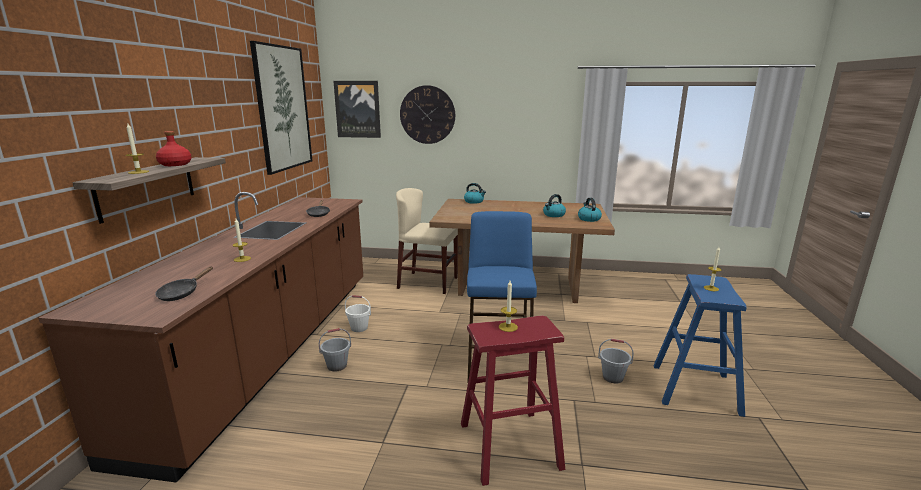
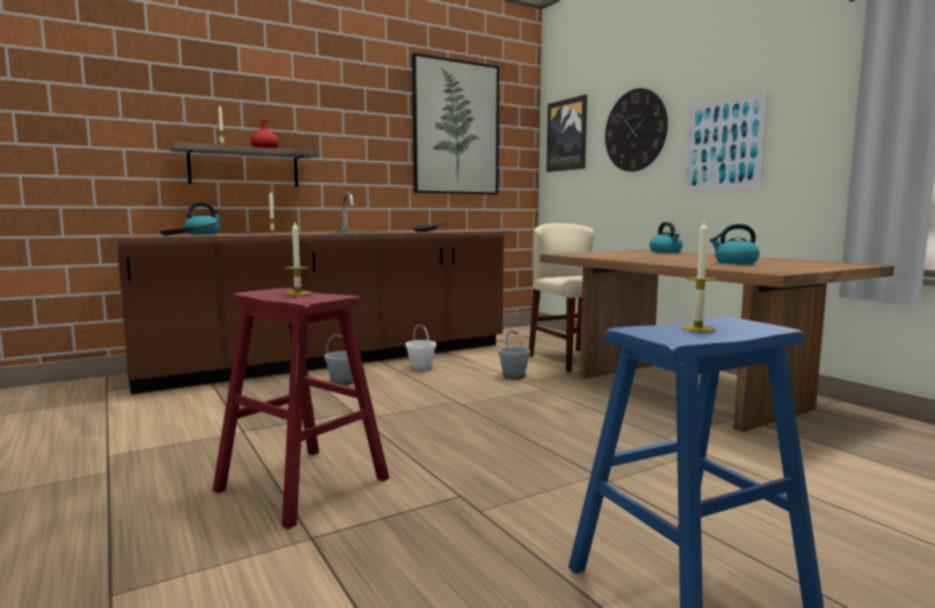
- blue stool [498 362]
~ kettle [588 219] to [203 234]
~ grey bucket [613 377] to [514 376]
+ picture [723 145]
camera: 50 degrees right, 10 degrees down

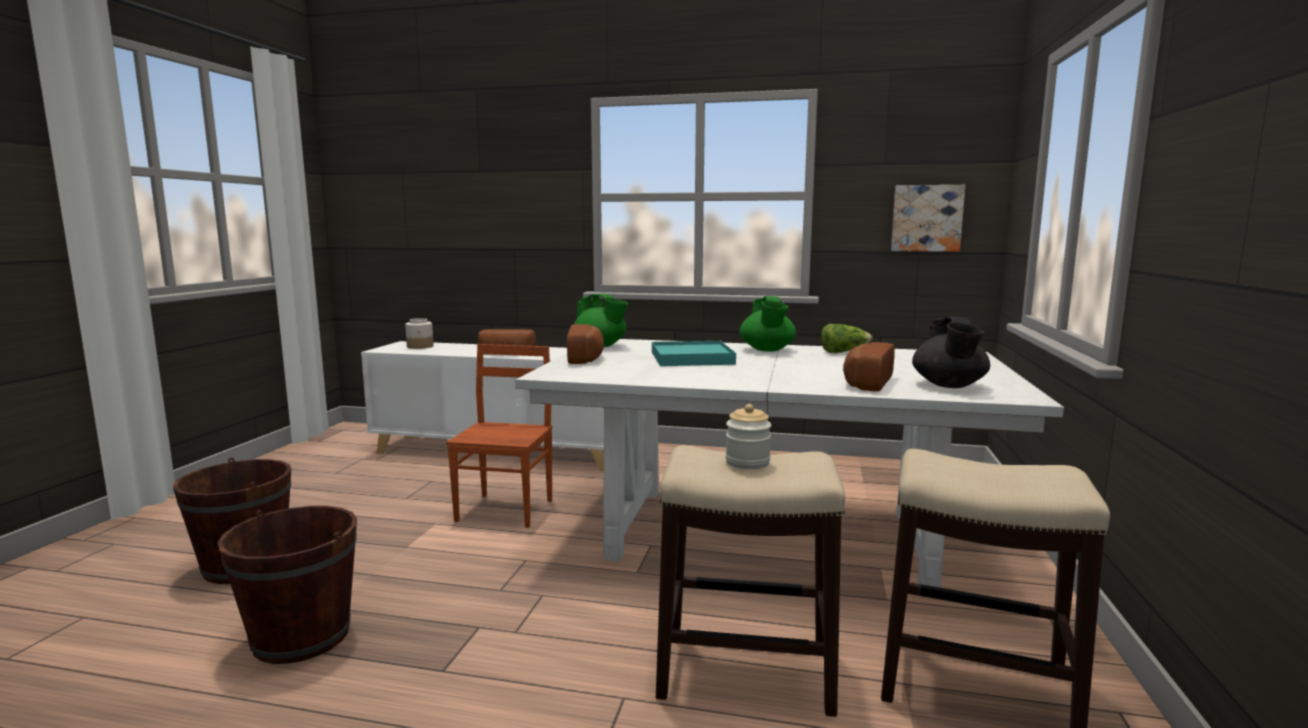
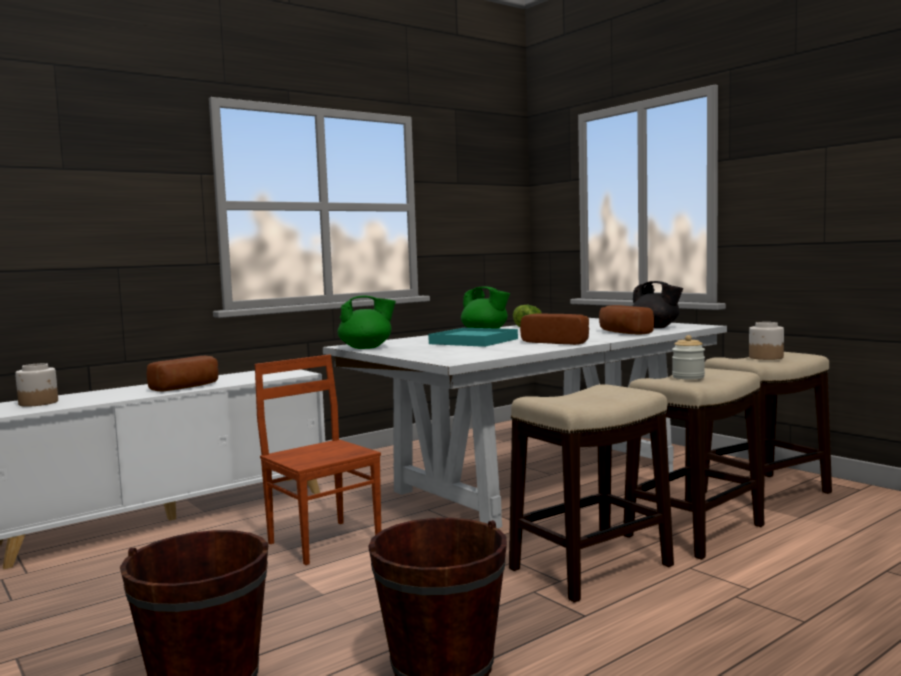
~ bread [586 358] to [557 342]
- picture [926 218]
+ stool [590 567]
+ jar [765 357]
camera: 50 degrees left, 5 degrees down

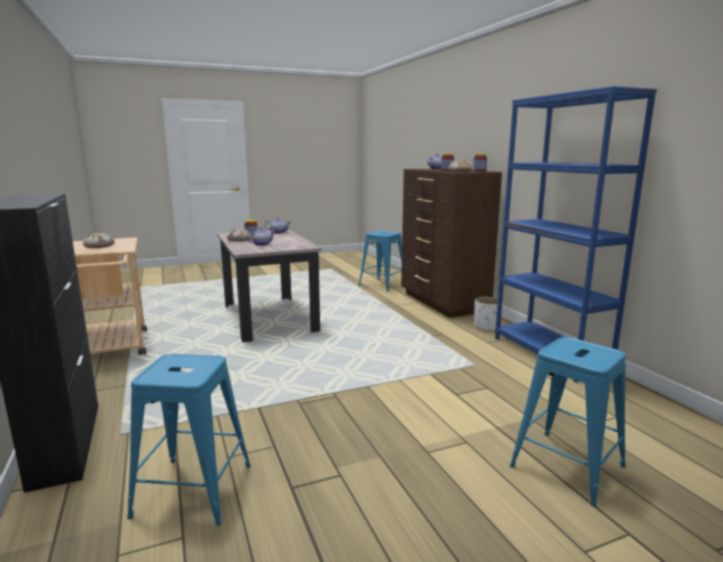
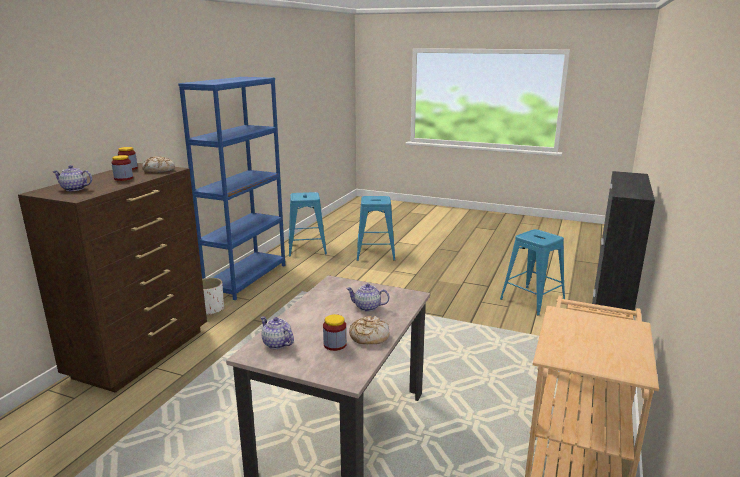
- bread [99 246]
~ blue stool [382 285] to [307 249]
camera: 135 degrees left, 5 degrees up

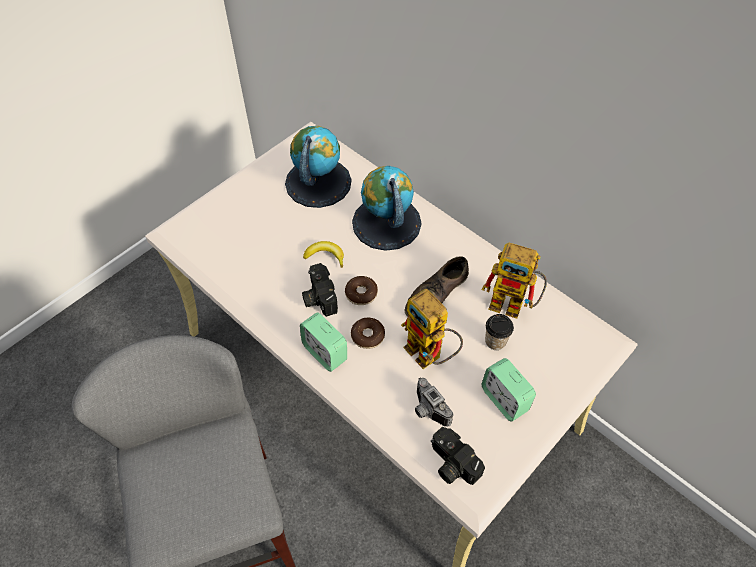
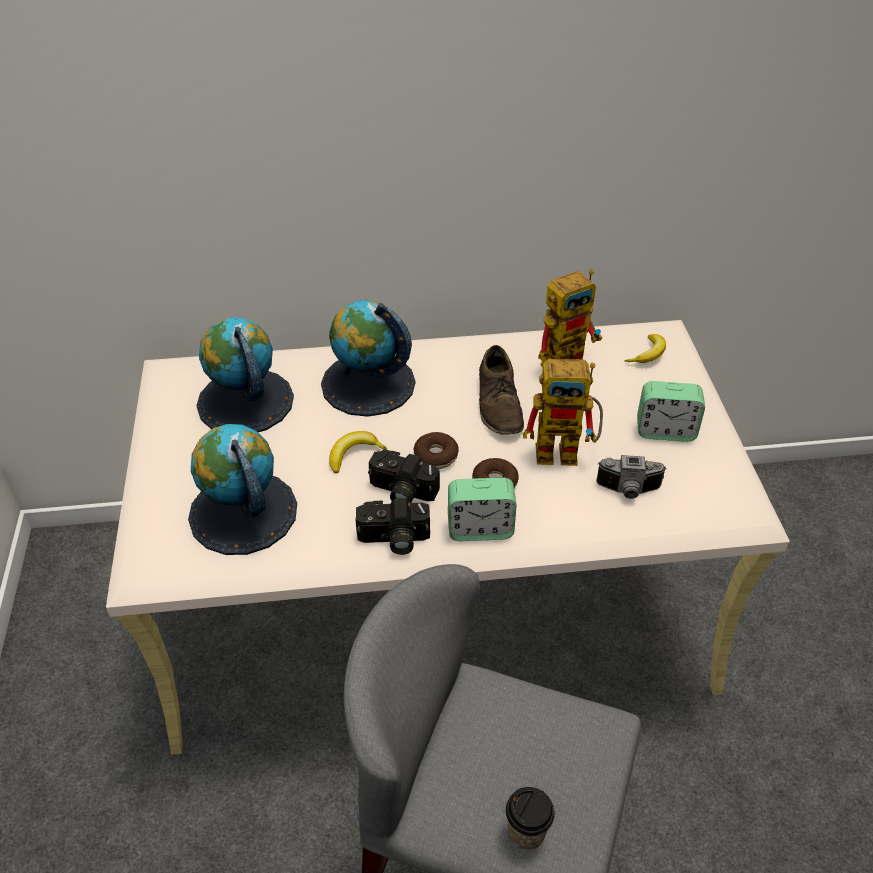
~ photo camera [451 464] to [393 539]
~ cup [495 341] to [526 832]
+ globe [242 512]
+ banana [648 354]
camera: 50 degrees left, 10 degrees down

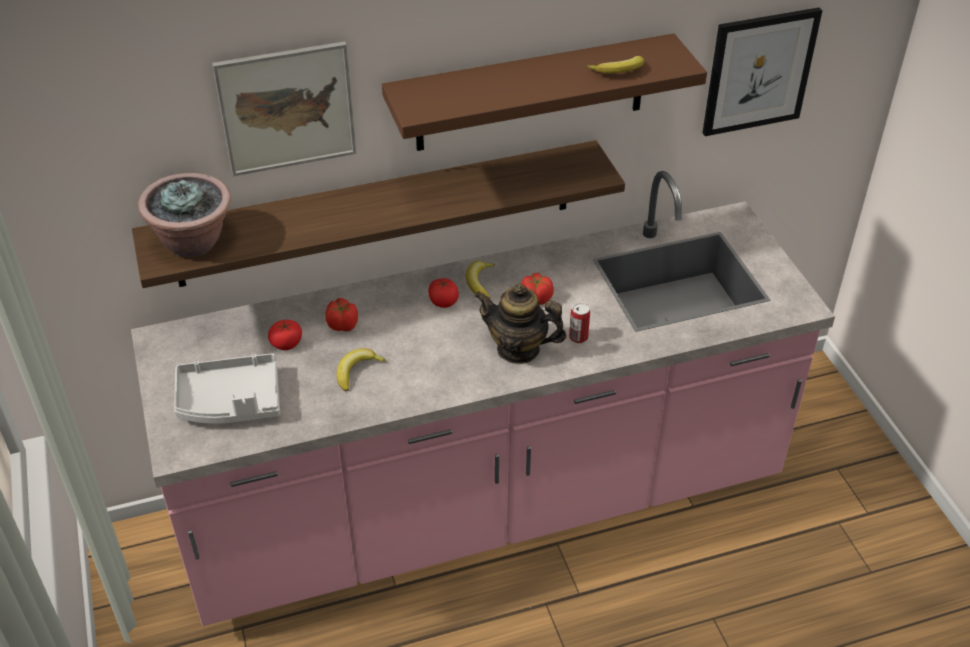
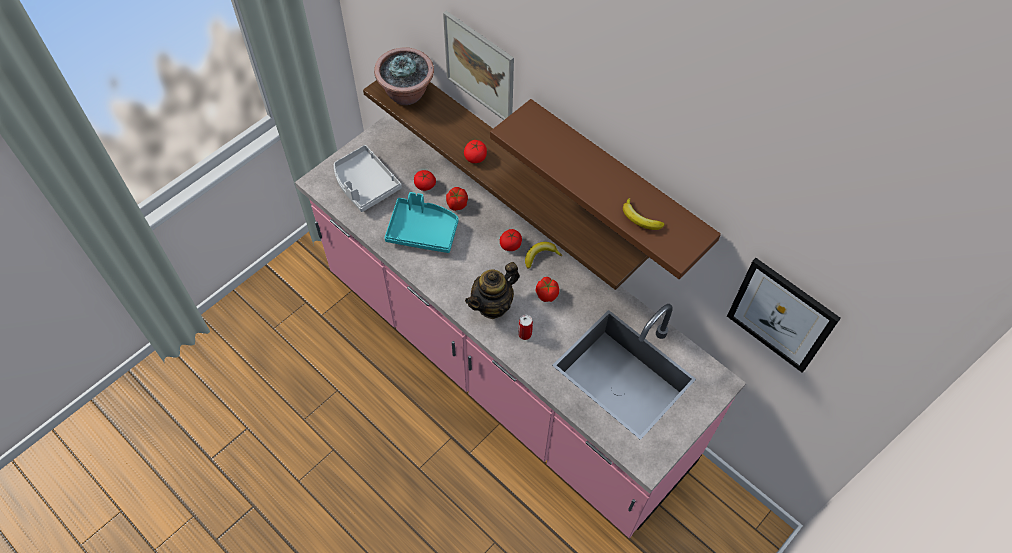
~ banana [357 371] to turquoise tray [423 231]
~ teapot [518 349] = [493 305] 120 degrees counterclockwise
+ tomato [475 157]
camera: 60 degrees right, 15 degrees up

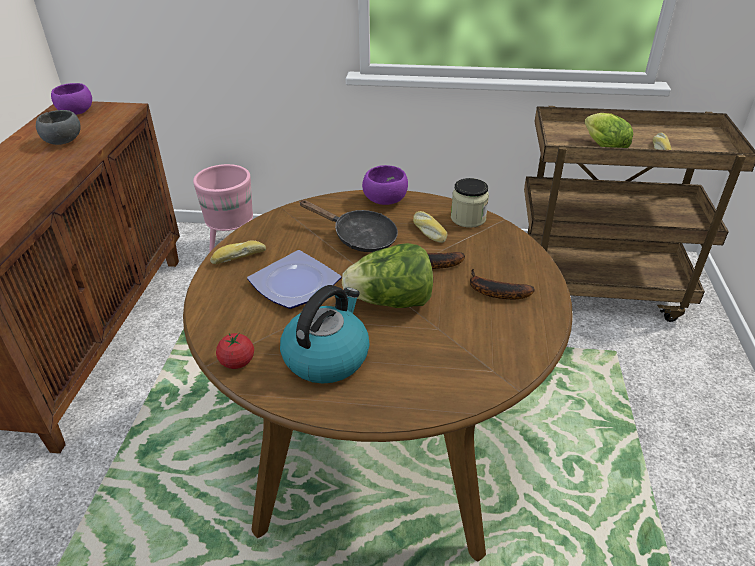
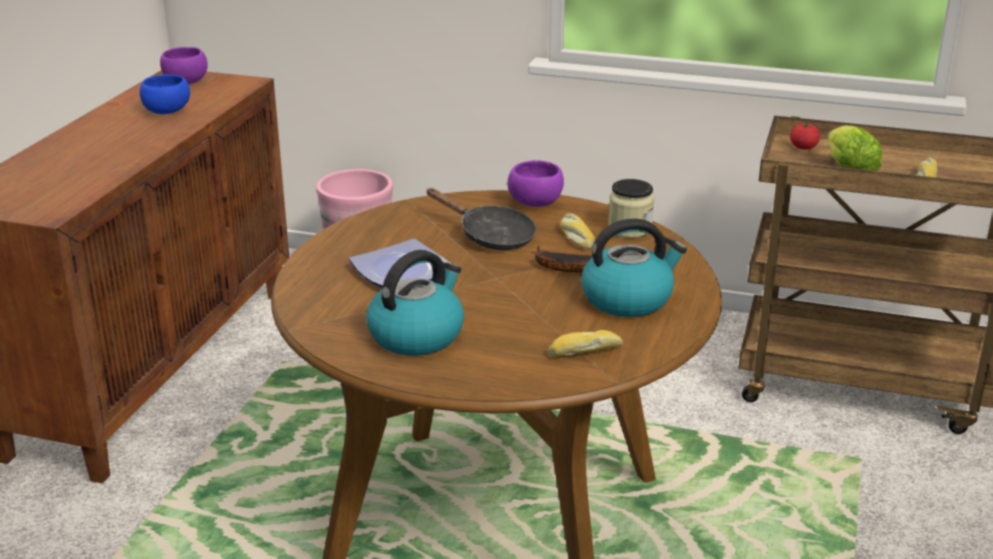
~ grey bowl [64 141] to blue bowl [168 111]
~ bread [238 257] to [584 351]
~ tomato [237 362] to [803 147]
- lettuce [391 302]
~ banana [494 292] to kettle [628 299]
camera: 10 degrees right, 10 degrees down

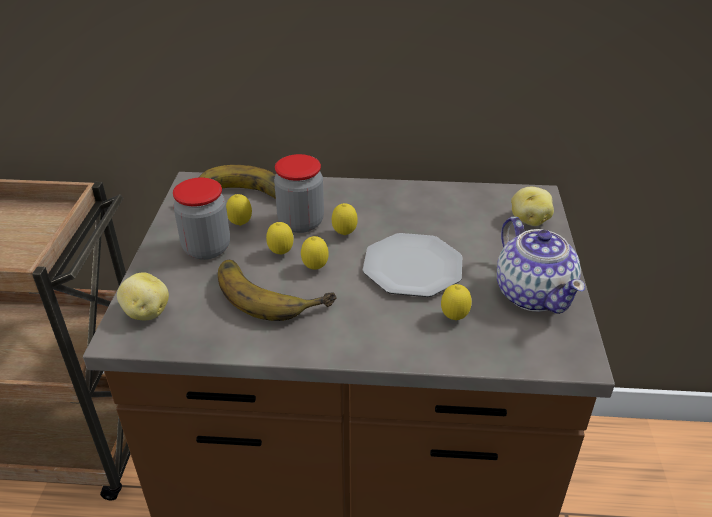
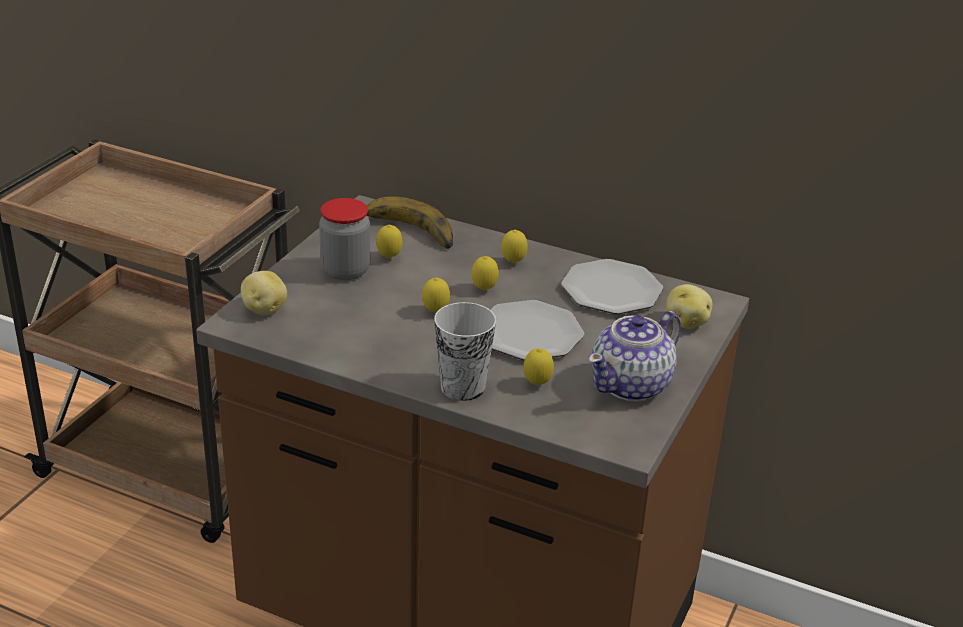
- banana [272 290]
~ lemon [281 253] to [513 262]
- jar [301 222]
~ teapot [533 293] = [632 385] 45 degrees clockwise
+ cup [462 387]
+ plate [611 290]
camera: 20 degrees right, 5 degrees down

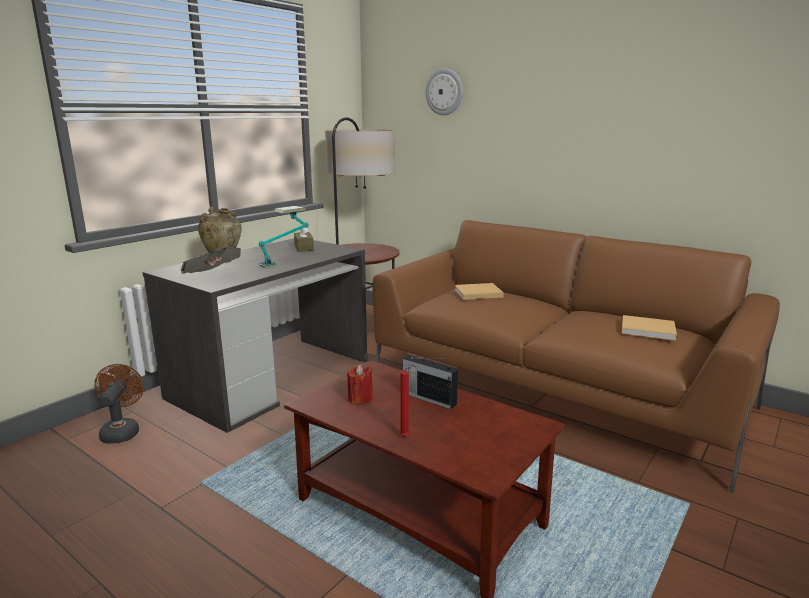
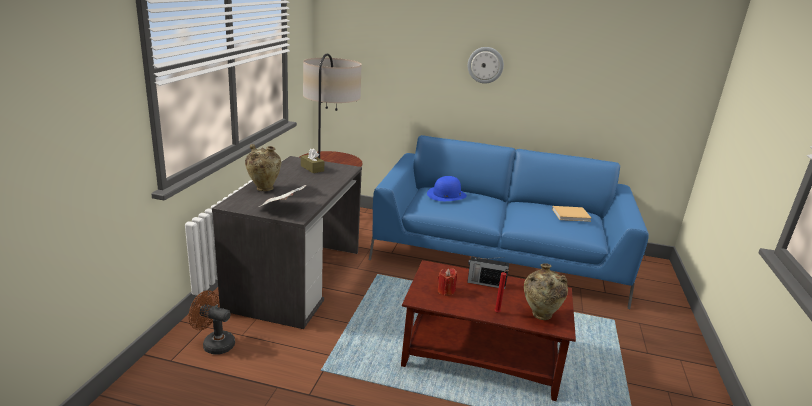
~ brown fan [122 431] = [214 344] 45 degrees counterclockwise
- table lamp [285 262]
~ brown sofa [553 388] to blue sofa [498 256]
~ wall clock [444 92] to [485 65]
~ beige book [477 293] to blue hat [446 195]
+ beige vase [540 316]
camera: 25 degrees left, 5 degrees up

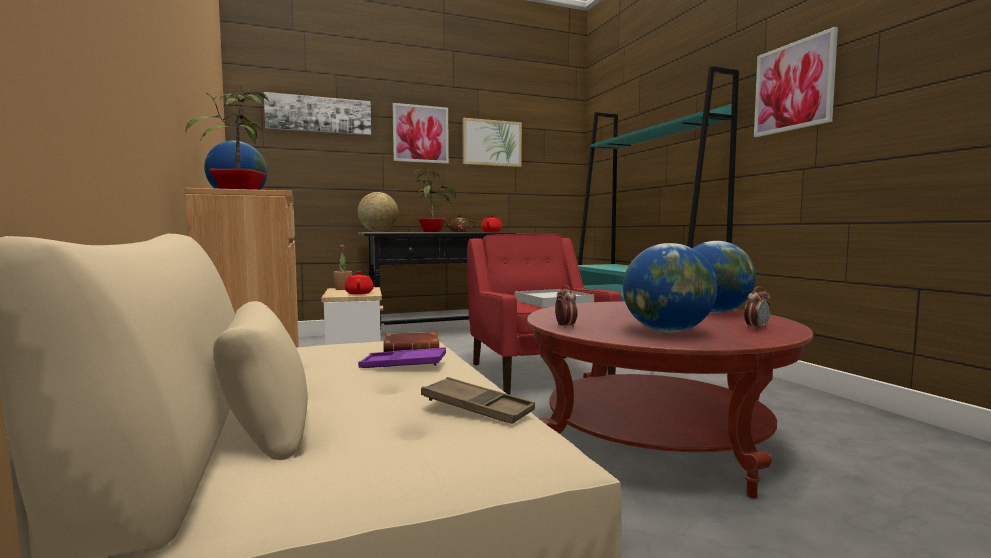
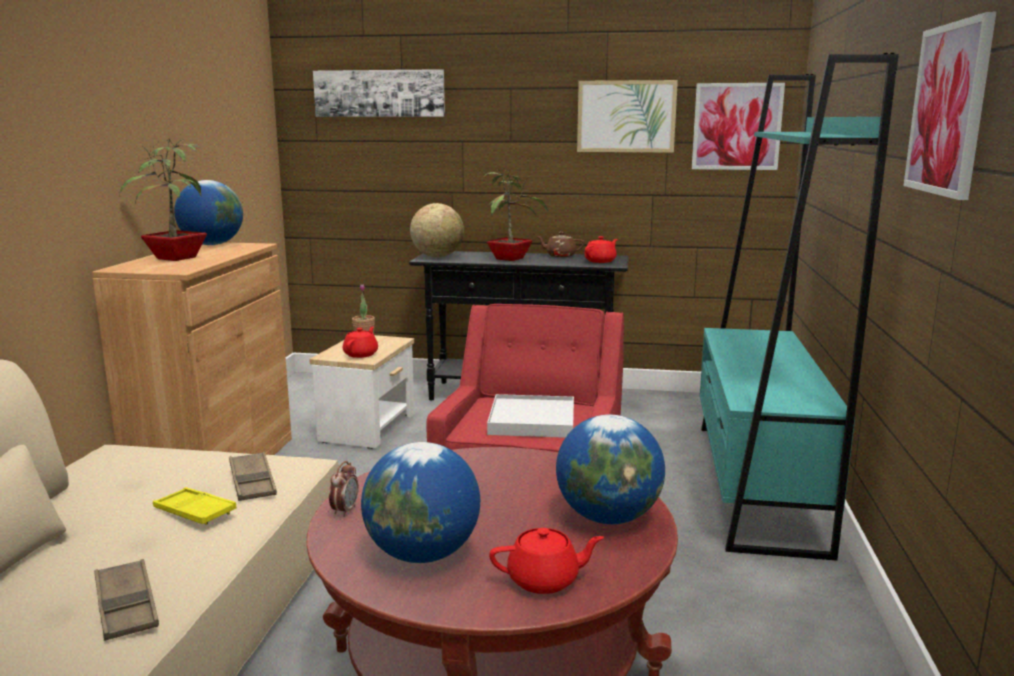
~ purple tray [403 365] to yellow tray [194 512]
~ brown book [413 348] to brown tray [252 482]
~ picture [420 134] to [736 126]
~ alarm clock [756 328] to red teapot [544 580]
camera: 30 degrees right, 10 degrees up

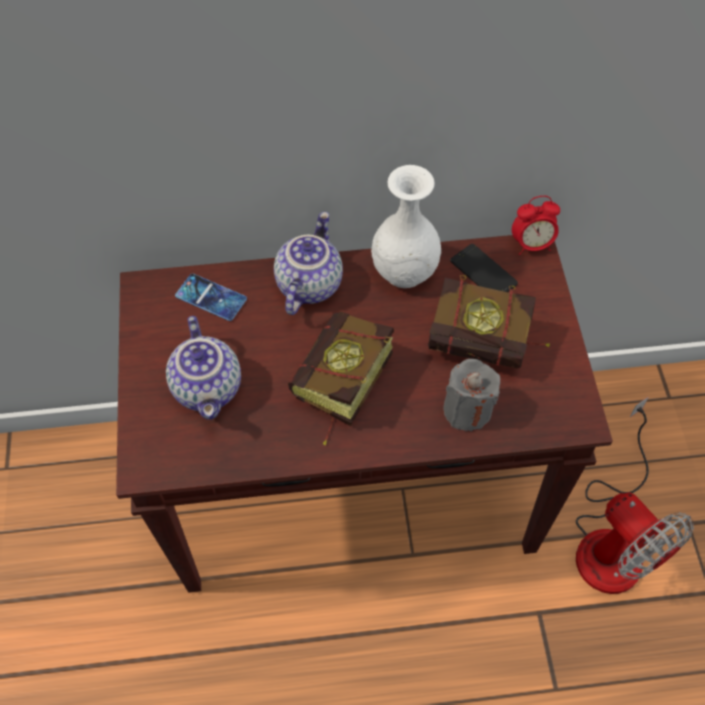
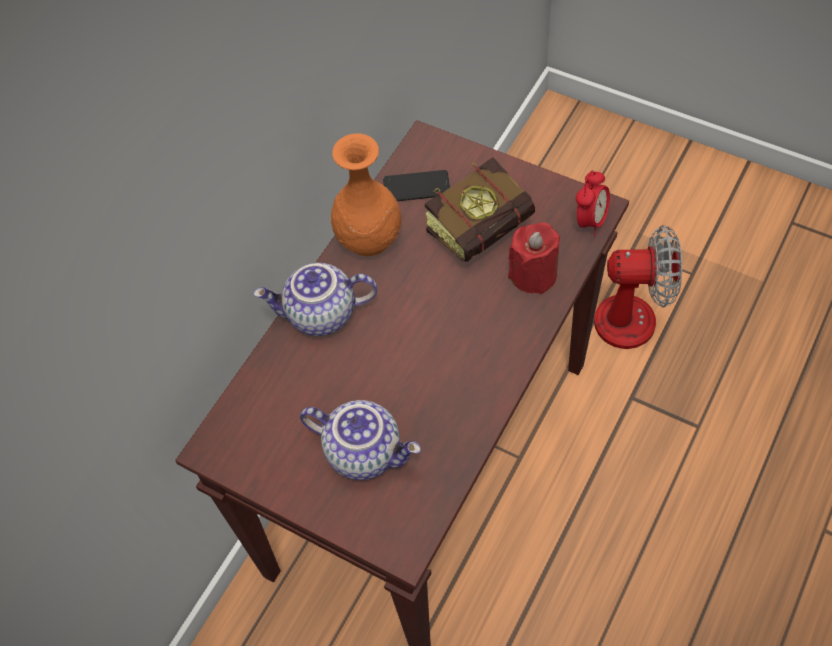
- phone [211 297]
~ teapot [308 284] = [321 315] 60 degrees counterclockwise
- book [337 390]
~ white vase [404 271] to orange vase [368 239]
~ grey candle [467 410] to red candle [533 274]
~ alarm clock [532 245] to [590 221]
camera: 50 degrees left, 0 degrees up

